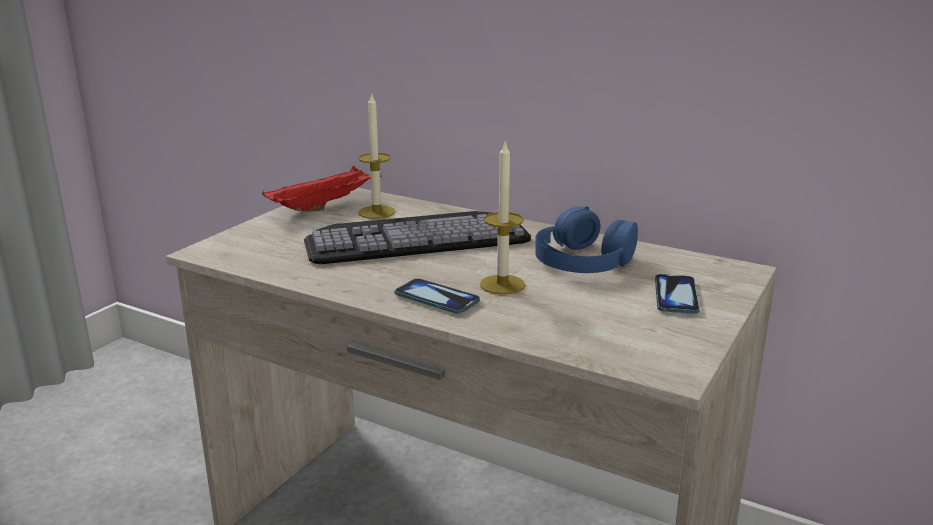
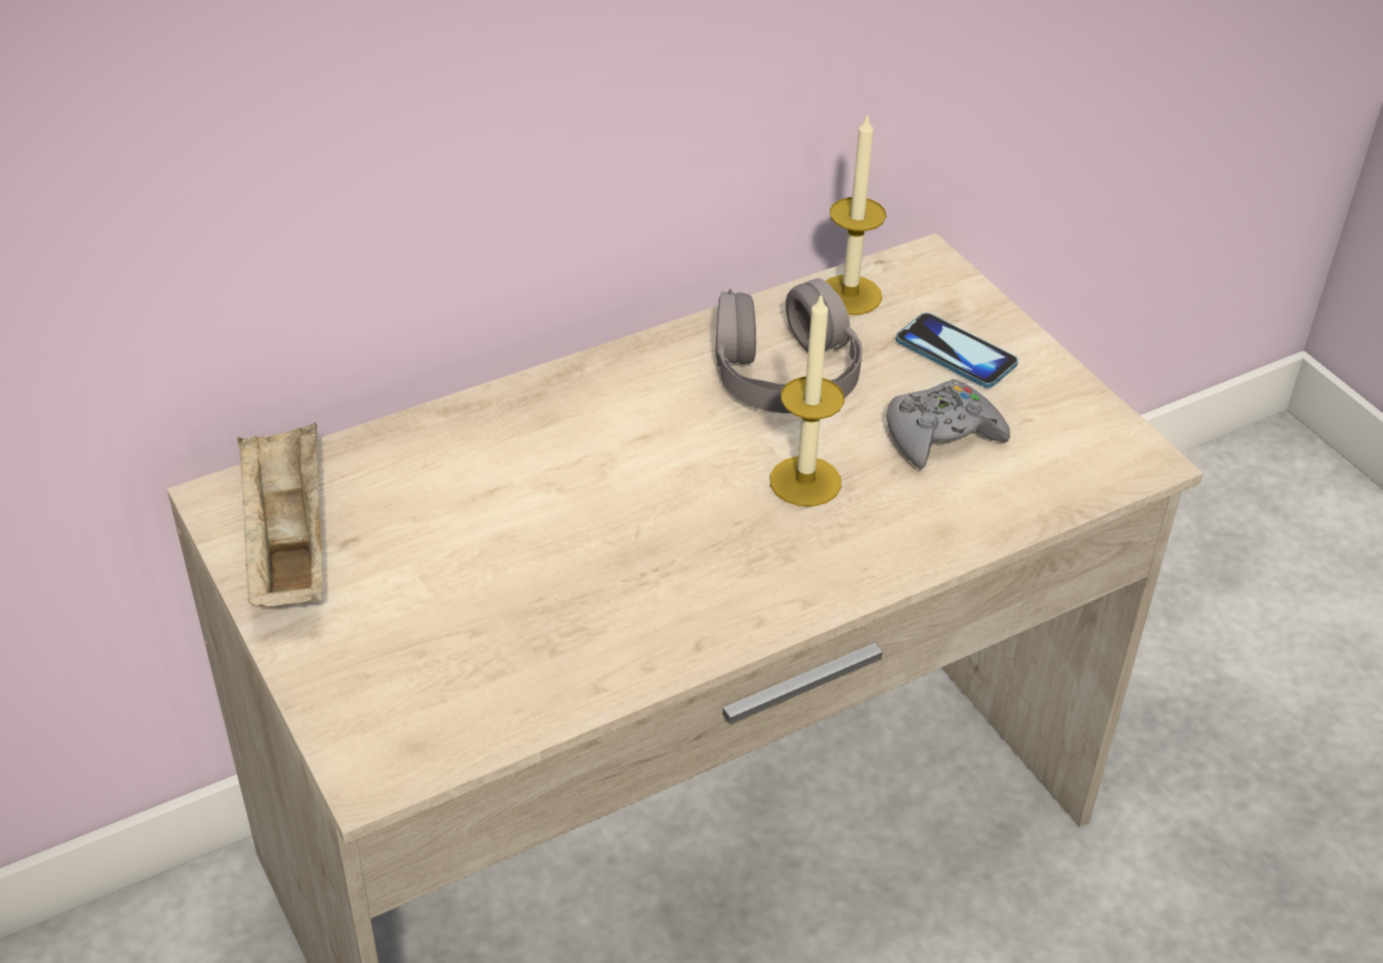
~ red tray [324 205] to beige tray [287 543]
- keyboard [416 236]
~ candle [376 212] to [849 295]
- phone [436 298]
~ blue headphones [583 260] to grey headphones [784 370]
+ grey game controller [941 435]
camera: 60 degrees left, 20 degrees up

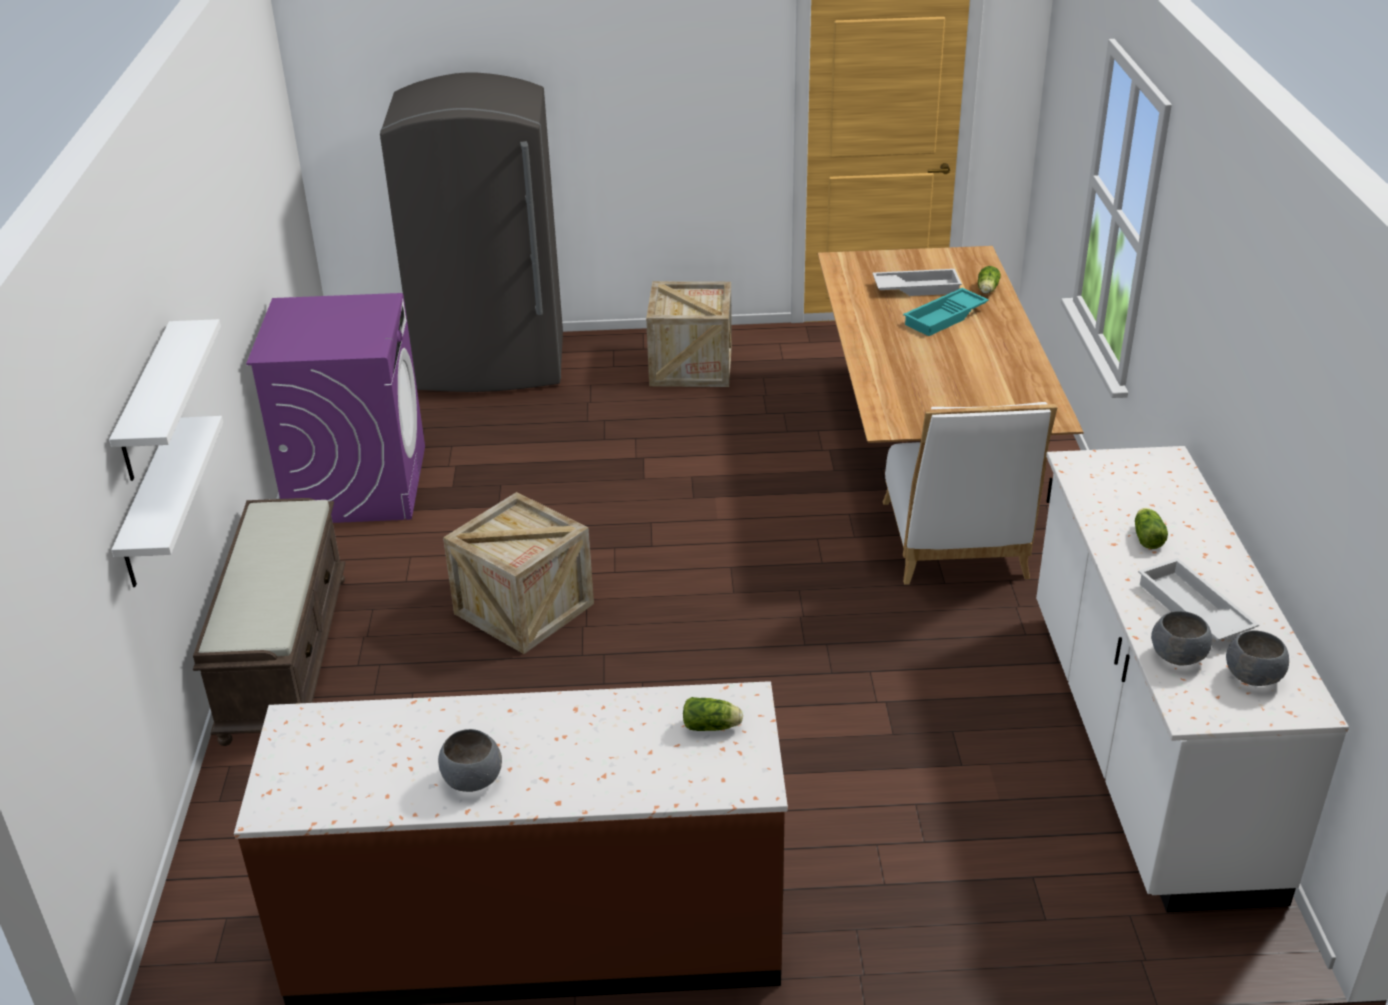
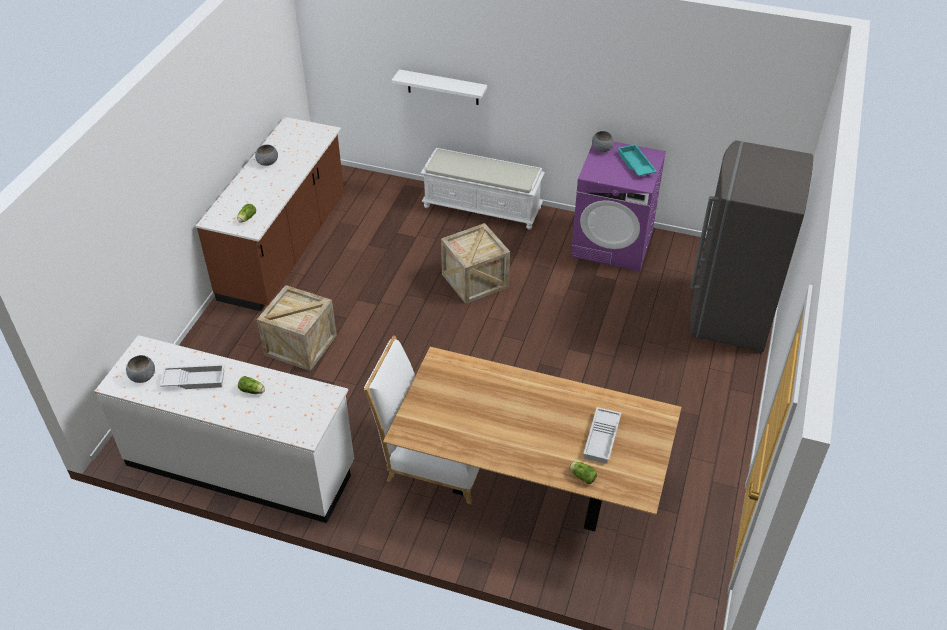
- white shelf [147 403]
~ brown bench [284 656] to white bench [483 207]
~ crate [691 366] to [300 345]
~ turquoise tray [945 318] to [635 164]
~ grey bowl [1179 656] to [601 149]
camera: 110 degrees right, 10 degrees up

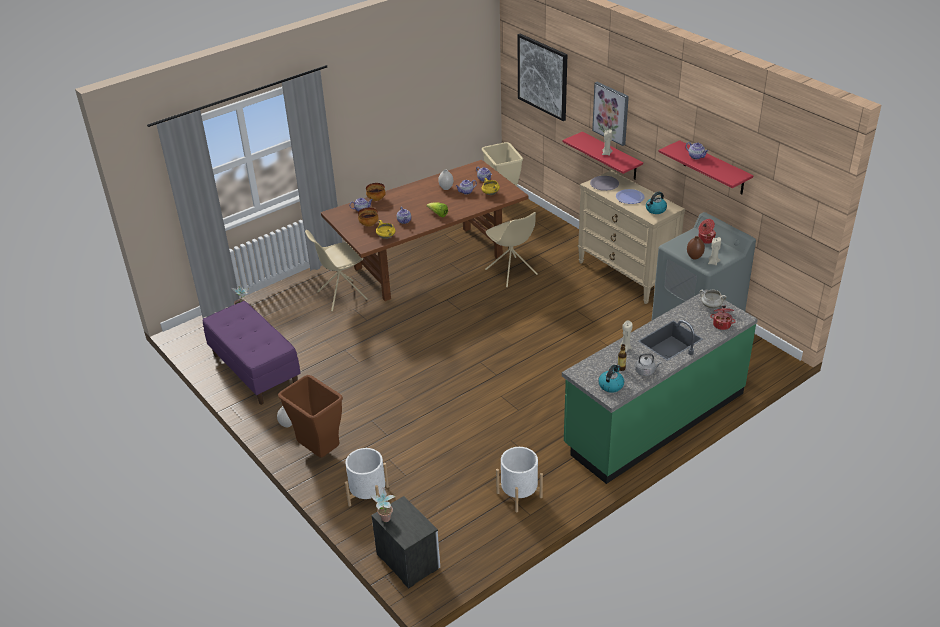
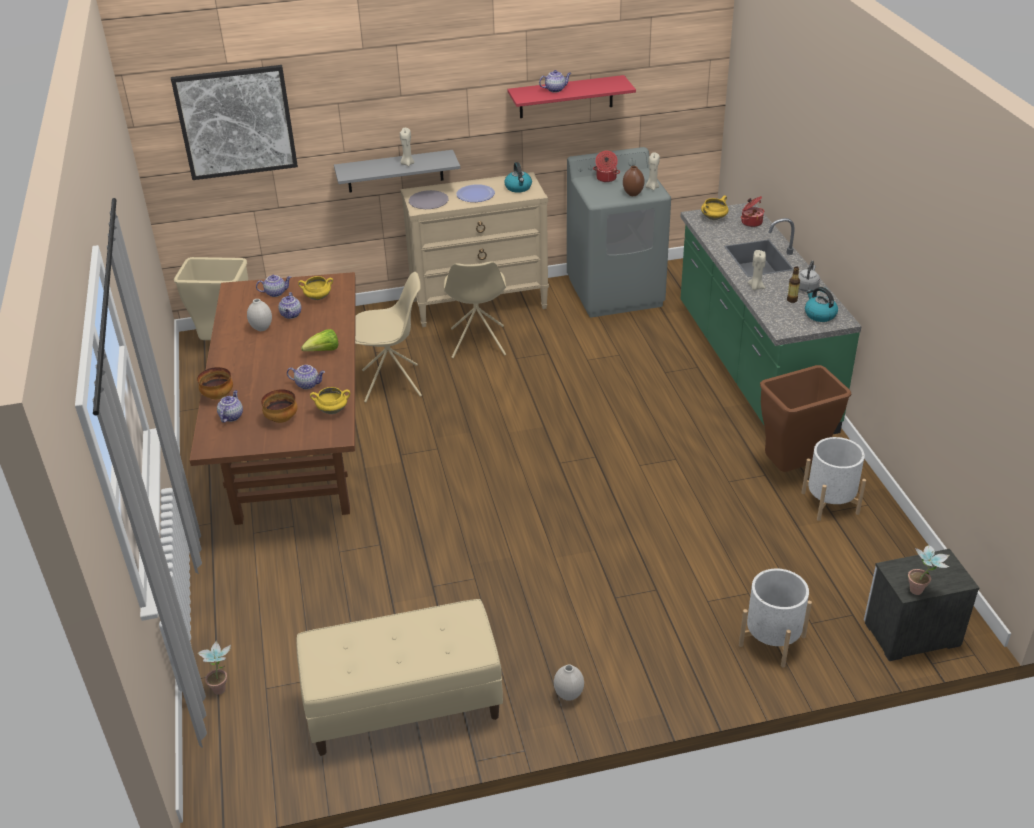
~ purple bench [254 370] to beige bench [403 707]
~ brown trash can [320 451] to [793 468]
~ beige chair [341 296] to [477 343]
~ red shelf [611 156] to grey shelf [395 171]
- picture [611 113]
~ white cooking pot [710 306] to yellow cooking pot [713 218]
camera: 65 degrees left, 0 degrees up

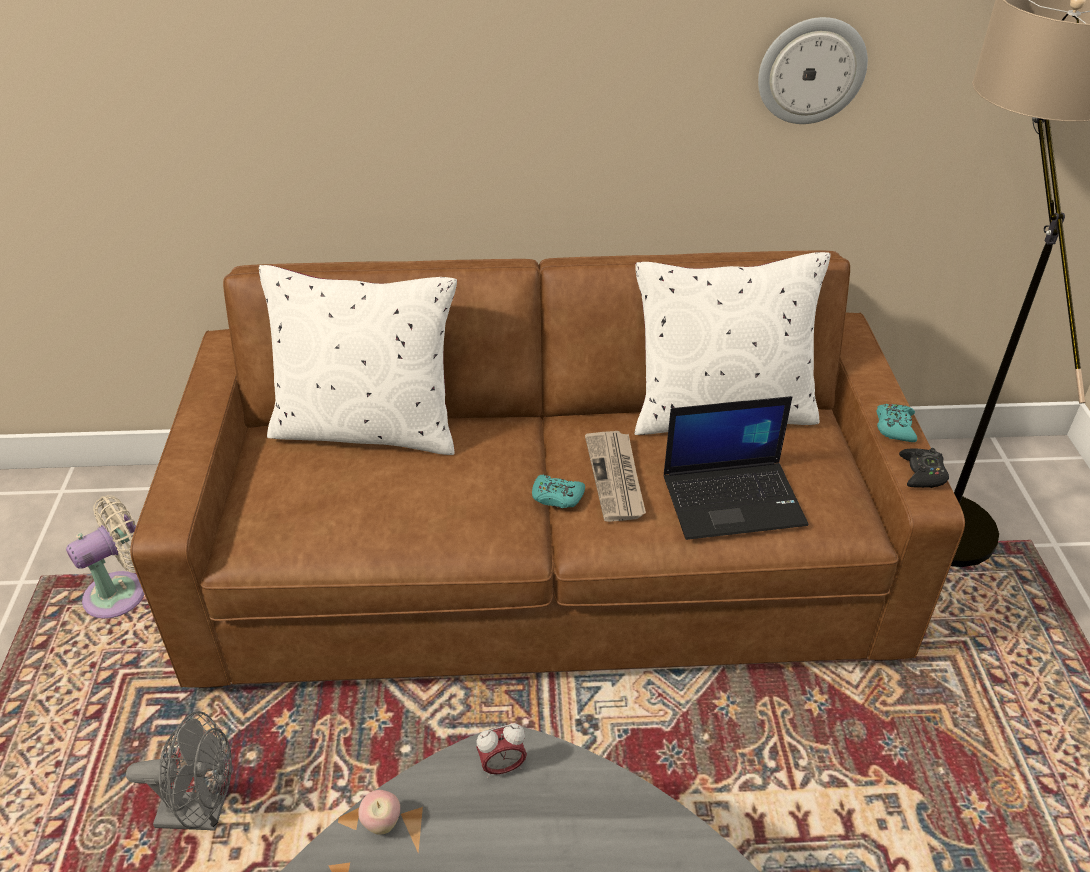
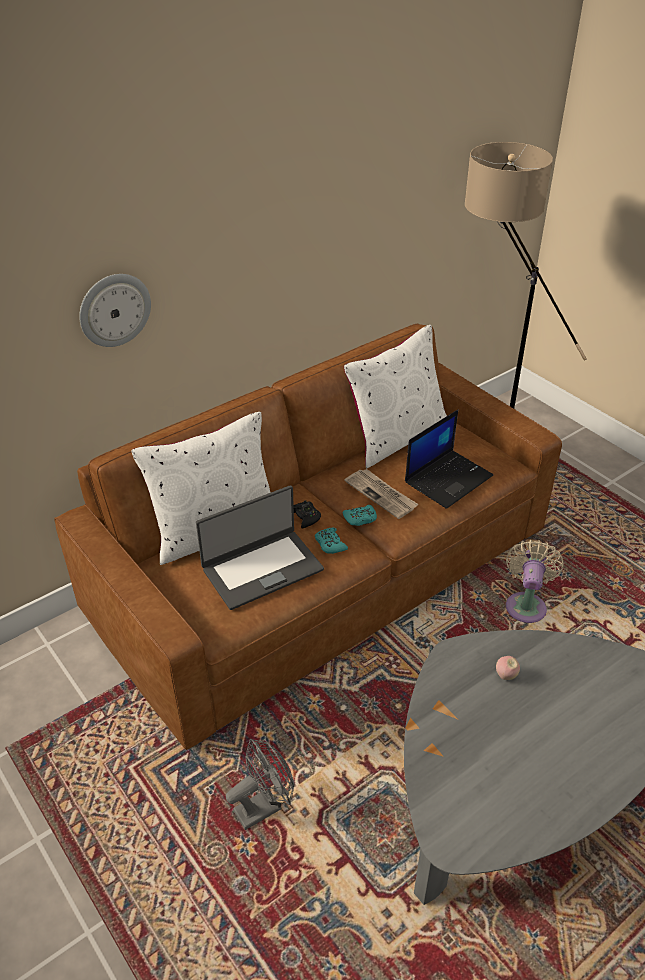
~ beige fan [122 592] to [526 604]
~ apple [382 823] to [505 675]
- alarm clock [502 767]
~ wall clock [811 70] to [114 309]
~ turquoise game controller [894 427] to [330 544]
~ black game controller [922 473] to [305 517]
+ laptop [261 568]
camera: 35 degrees left, 0 degrees up

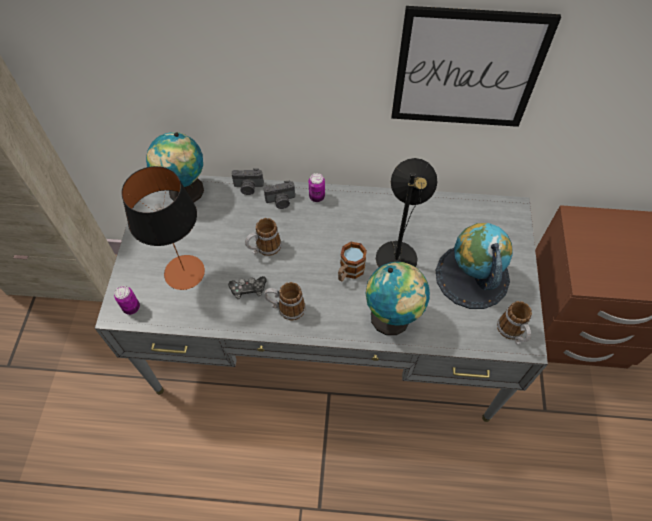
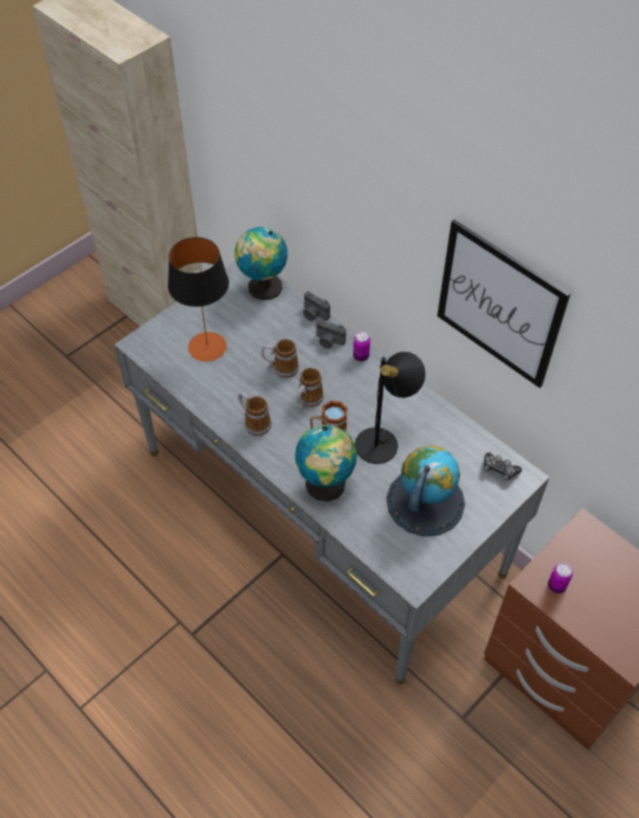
~ can [131 307] to [556 586]
~ game controller [248 290] to [499 470]
~ mug [512 333] to [308 401]
camera: 40 degrees right, 5 degrees down

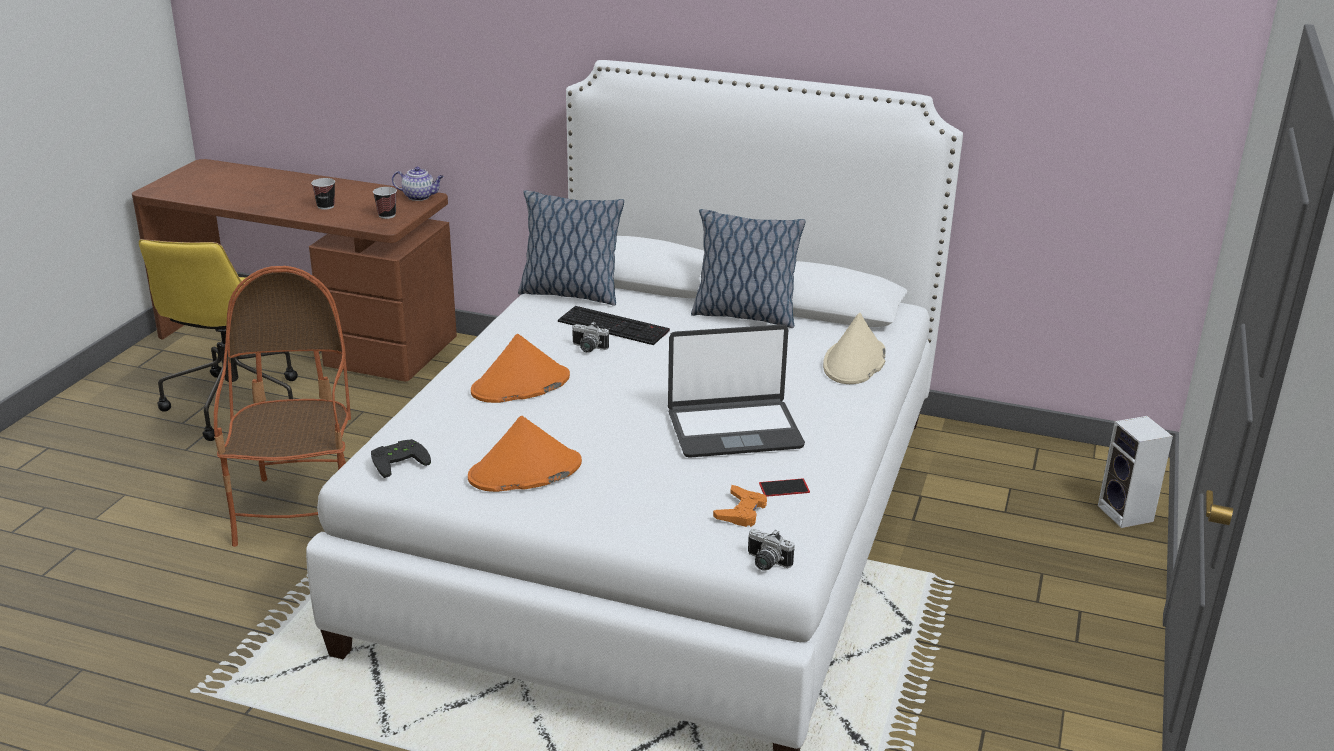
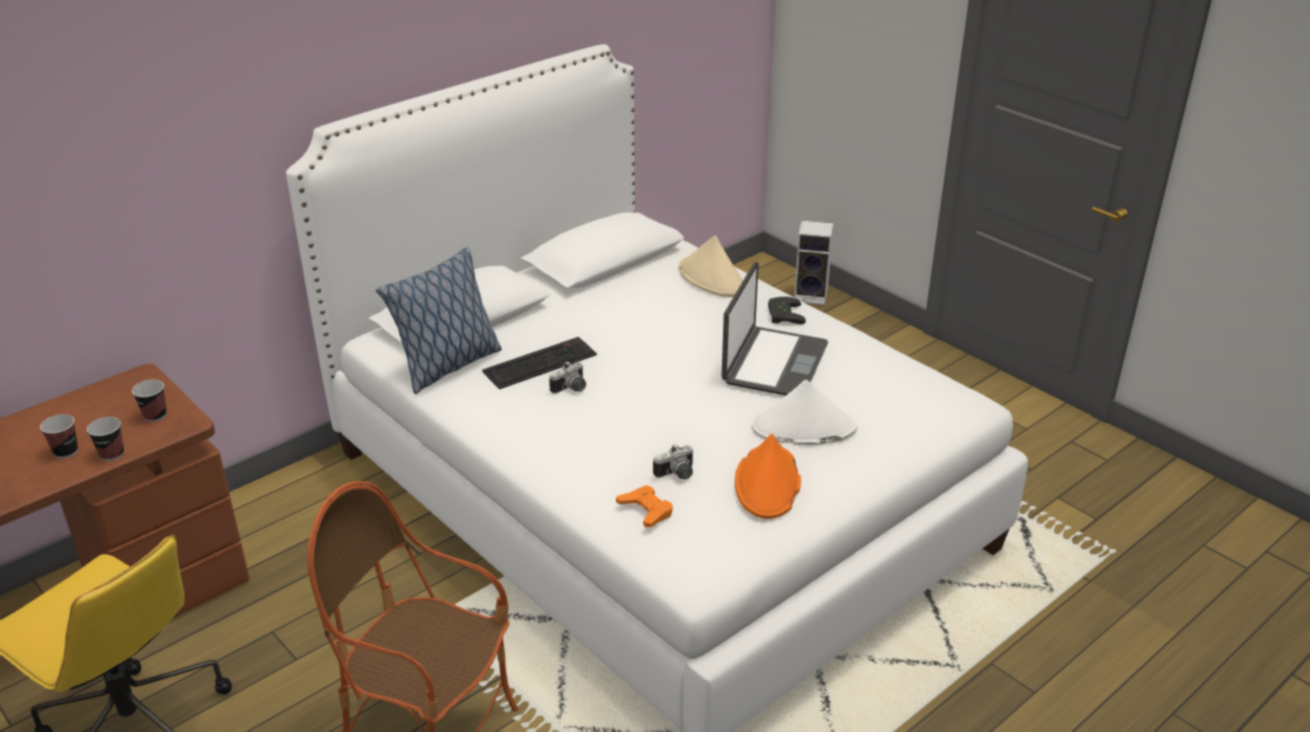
~ black game controller [398 460] to [782 314]
- teapot [420 197]
- orange hat [520 385]
- pillow [743 315]
~ orange game controller [741 511] to [646 510]
~ photo camera [765 563] to [677 474]
- phone [784 488]
+ cup [112 454]
+ white hat [803 428]
camera: 60 degrees left, 5 degrees up

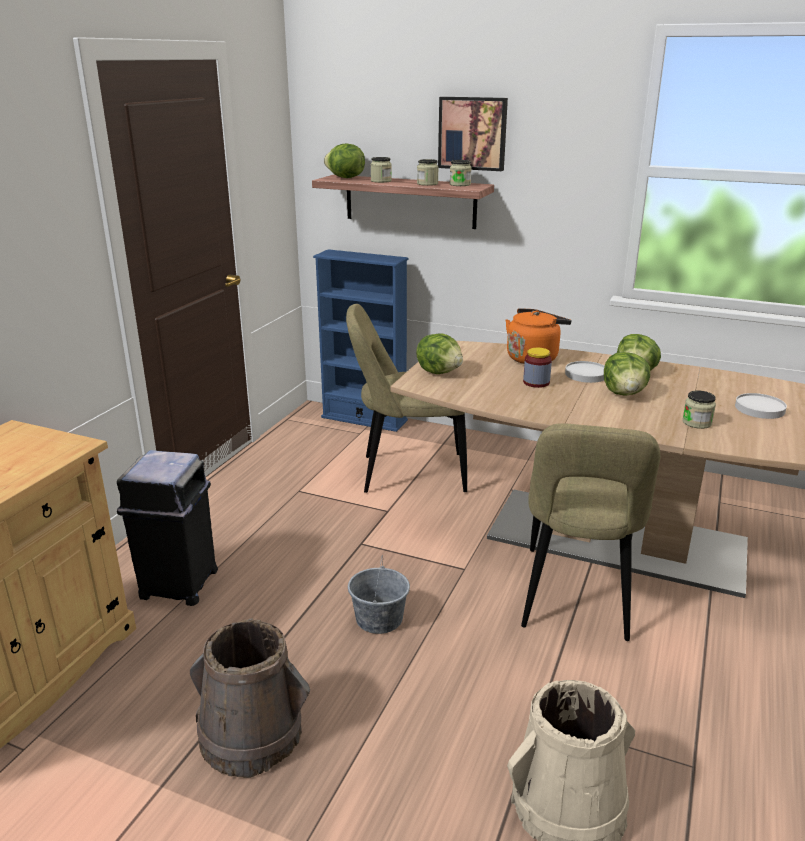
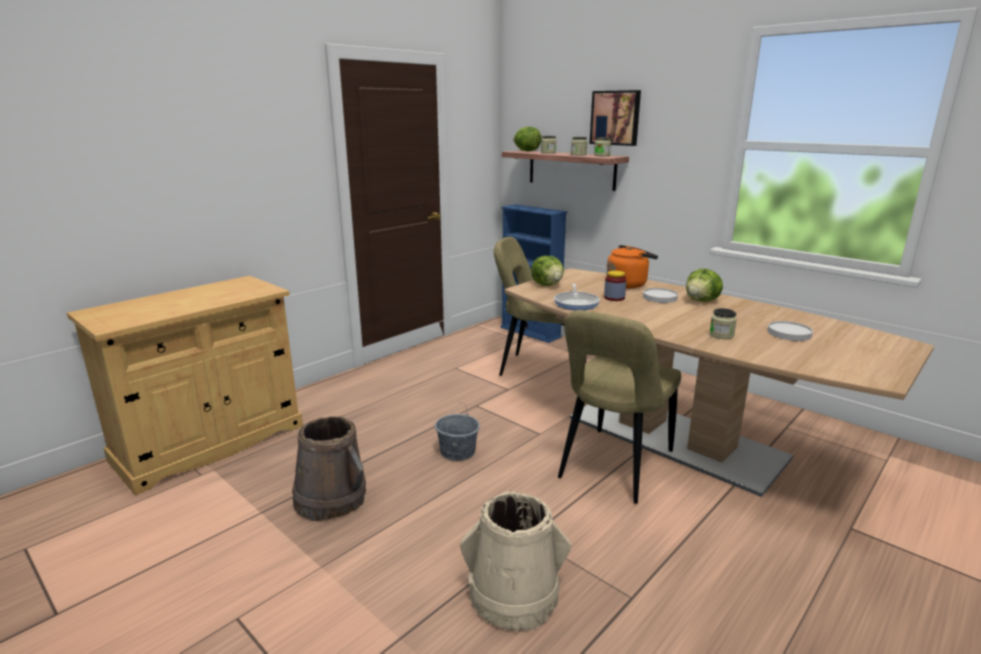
- black trash can [178 585]
- lettuce [624 393]
+ frying pan [576 303]
camera: 20 degrees right, 5 degrees down

